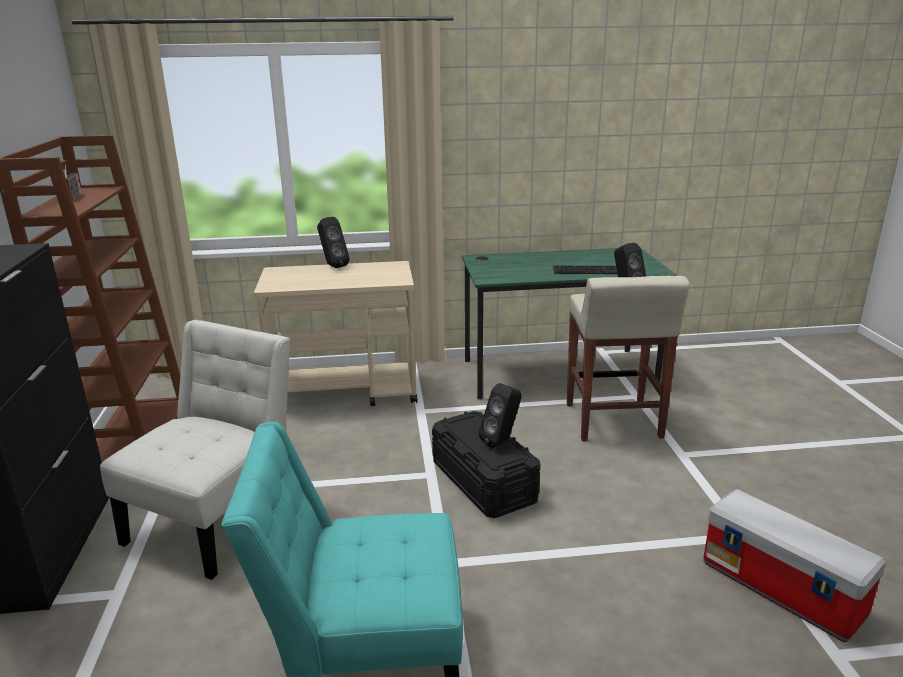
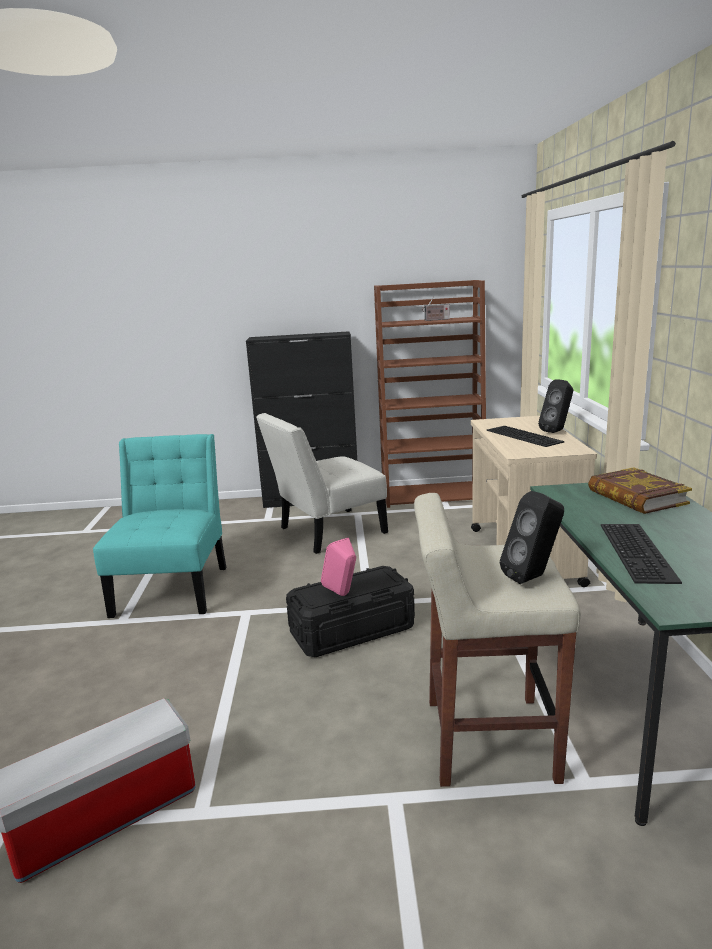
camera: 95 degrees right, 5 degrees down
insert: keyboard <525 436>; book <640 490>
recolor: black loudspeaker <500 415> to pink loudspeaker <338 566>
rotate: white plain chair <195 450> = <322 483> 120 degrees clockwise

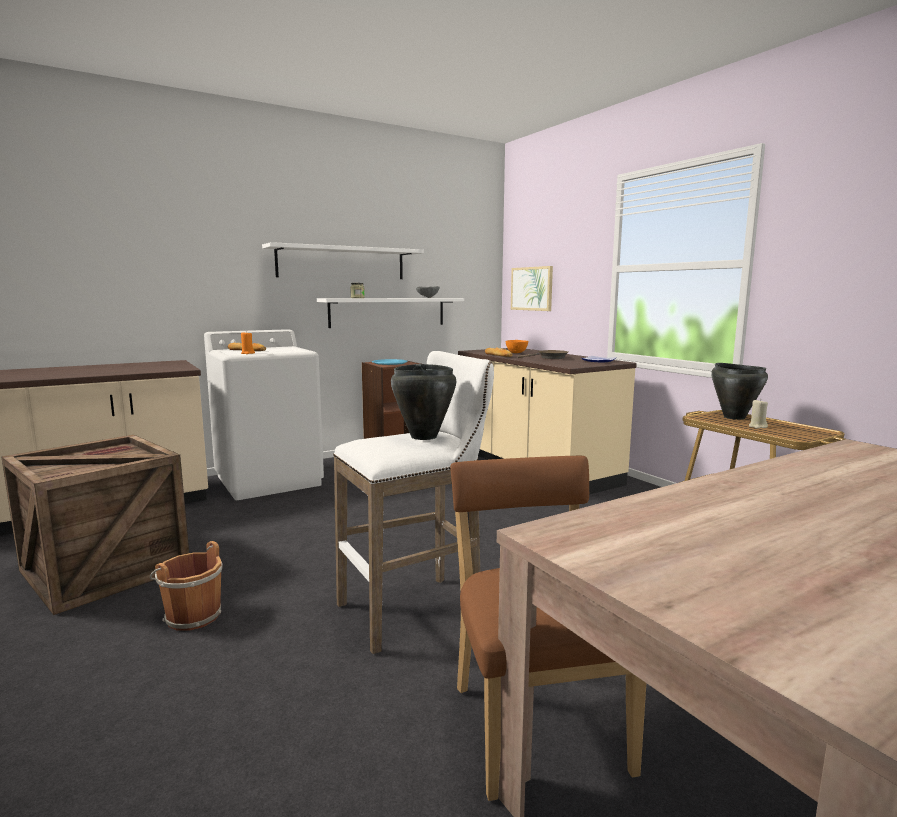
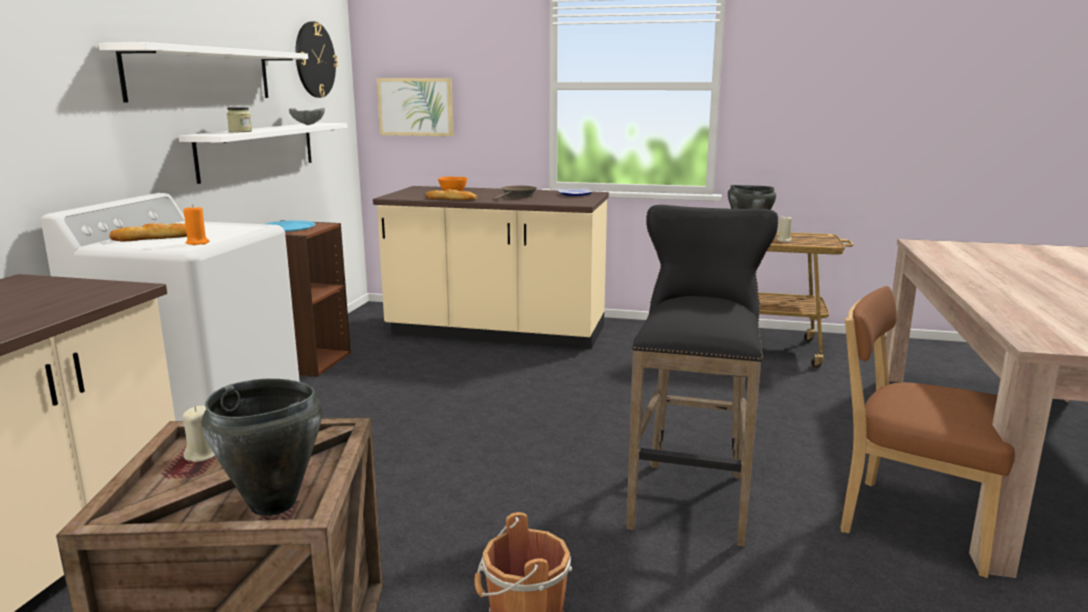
camera: 45 degrees left, 5 degrees up
insert: beige-coloured wax light <198 434>; hanging clock <316 59>
move: black saucepot <423 402> to <262 447>
recolor: white stool seat <413 502> to black stool seat <702 376>

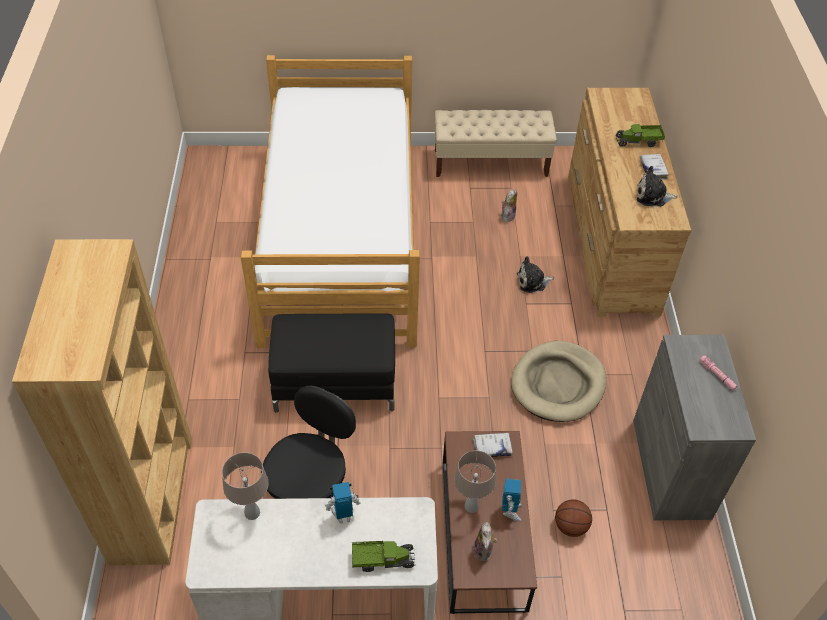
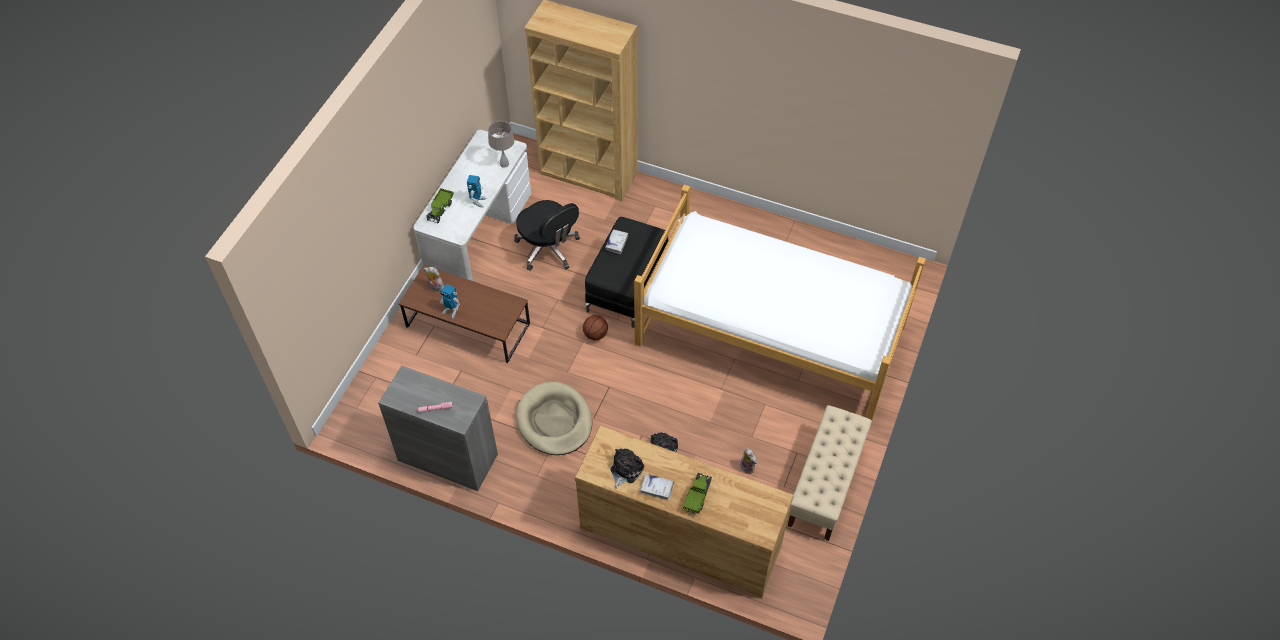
camera: 115 degrees right, 5 degrees up
delete: beige-coloured tabletop lamp <475 481>
move: white book <493 445> to <616 241>; basketball <573 518> to <595 328>

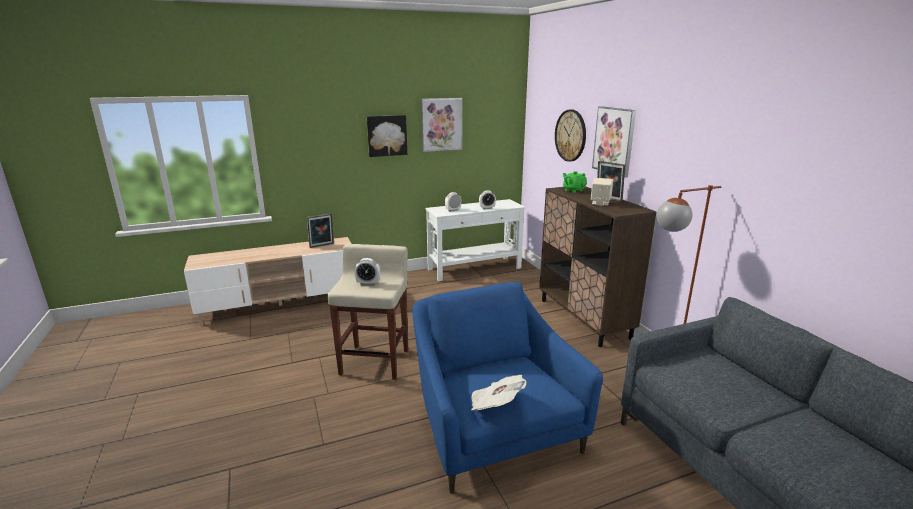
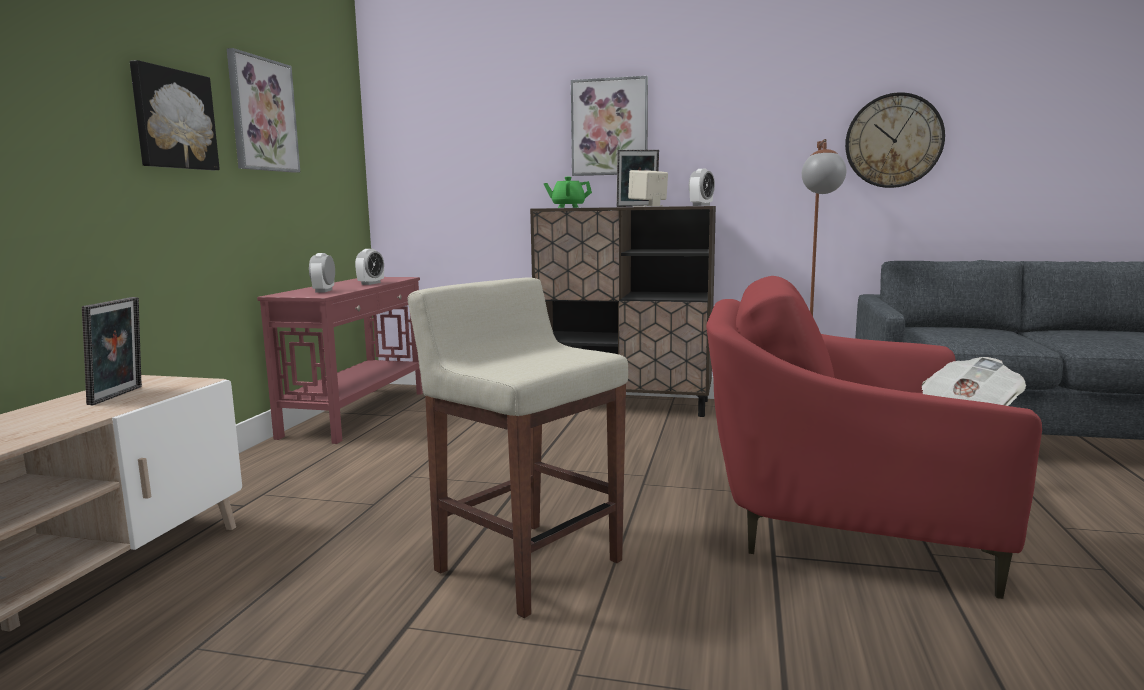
camera: 55 degrees left, 10 degrees down
move: table clock <367 271> to <702 187>; hanging clock <570 136> to <895 140>
recolor: bluish armchair <507 388> to reddish armchair <874 437>; white narrow table <475 240> to reddish narrow table <340 360>

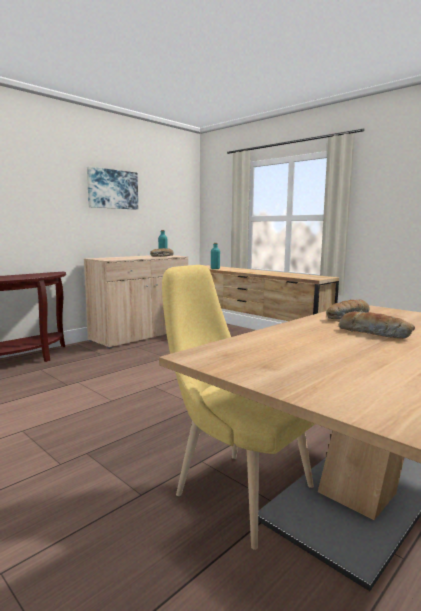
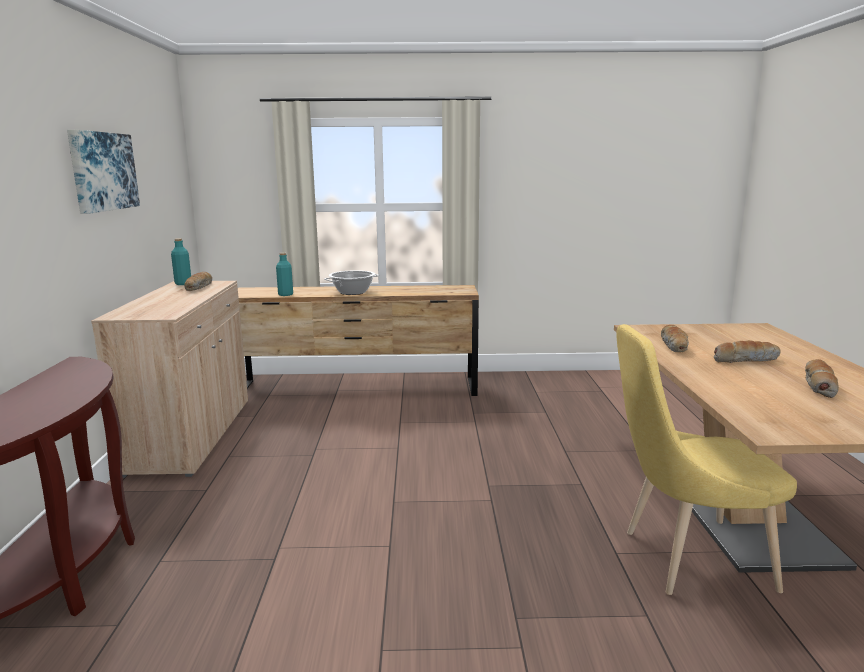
camera: 45 degrees left, 5 degrees up
insert: saucepot <351 282>; bakery bread <822 378>

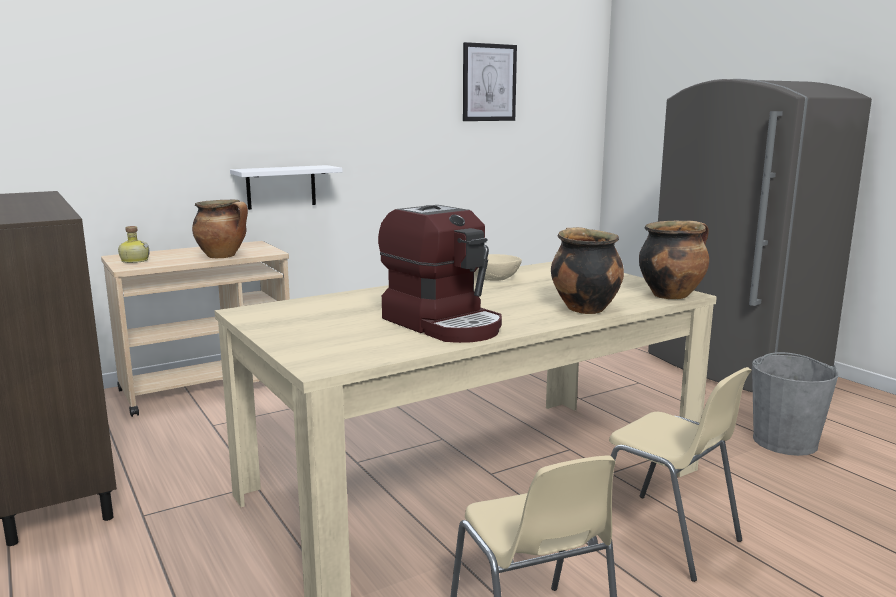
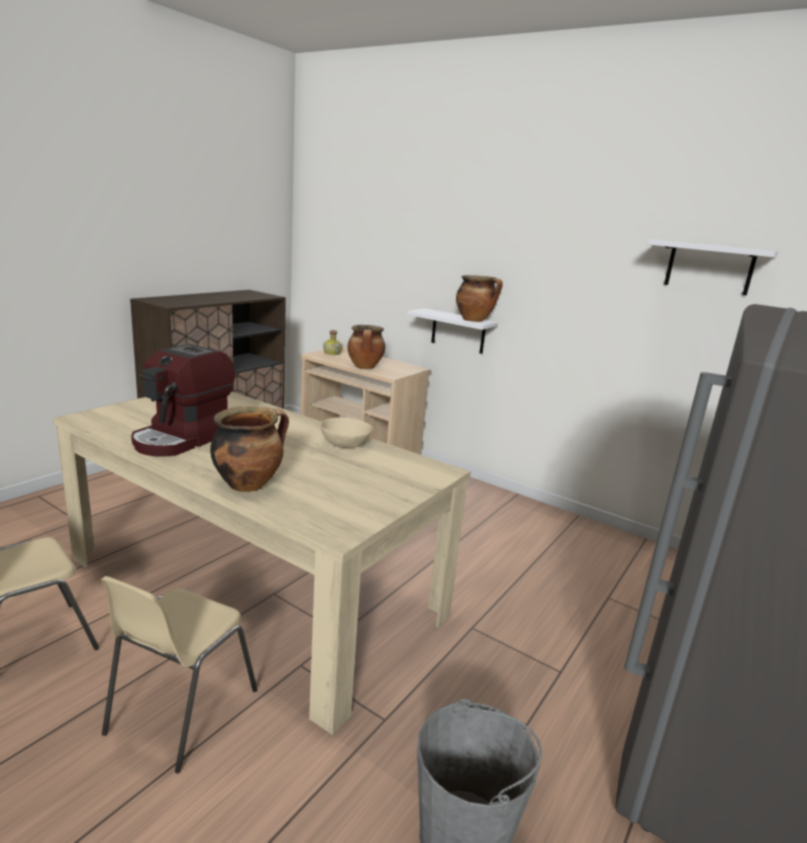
camera: 65 degrees right, 5 degrees up
move: saucepot <674 260> to <479 298>
replace: picture <490 81> to white bracket shelf <713 267>

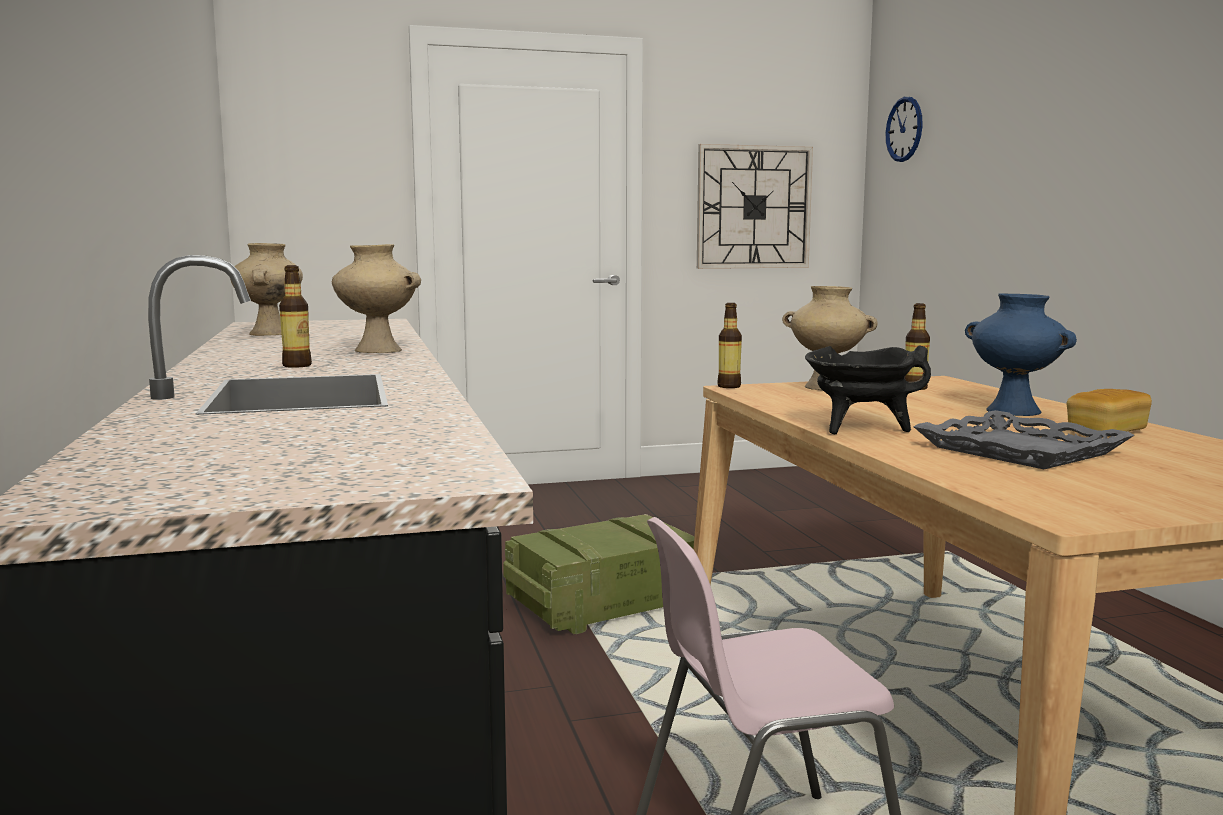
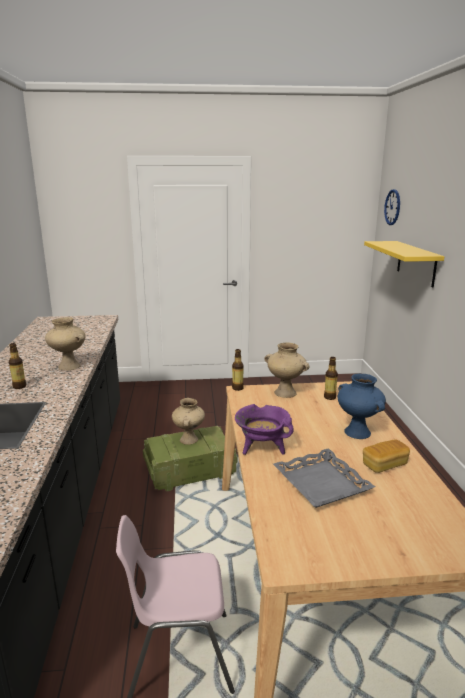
camera: 10 degrees right, 10 degrees up
delete: hanging clock <755 206>
insert: yellowish bracket shelf <404 264>
move: beige-coloured vase <266 289> to <188 421>
recolor: black saucepot <868 390> to purplish saucepot <264 429>

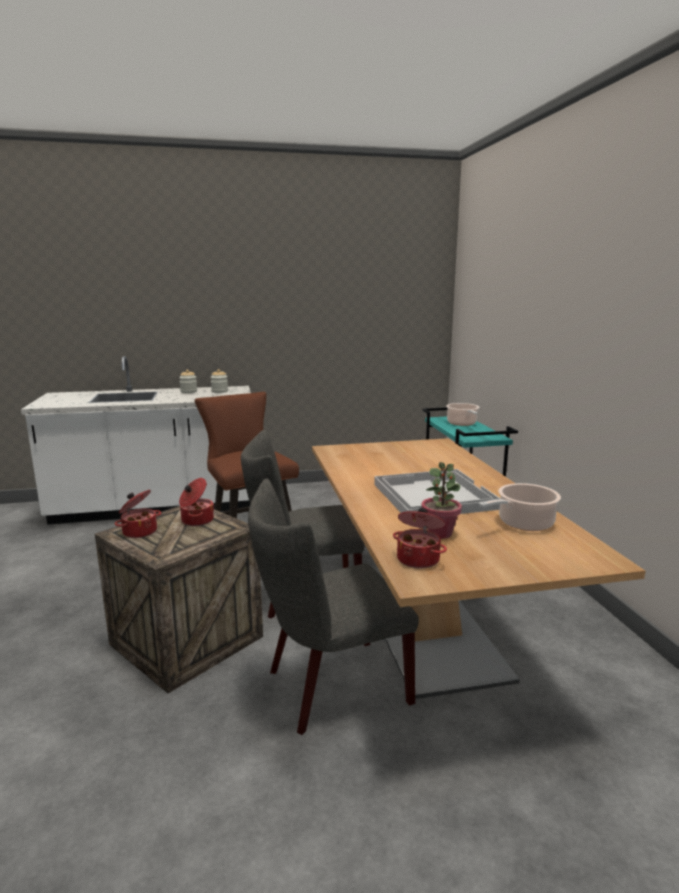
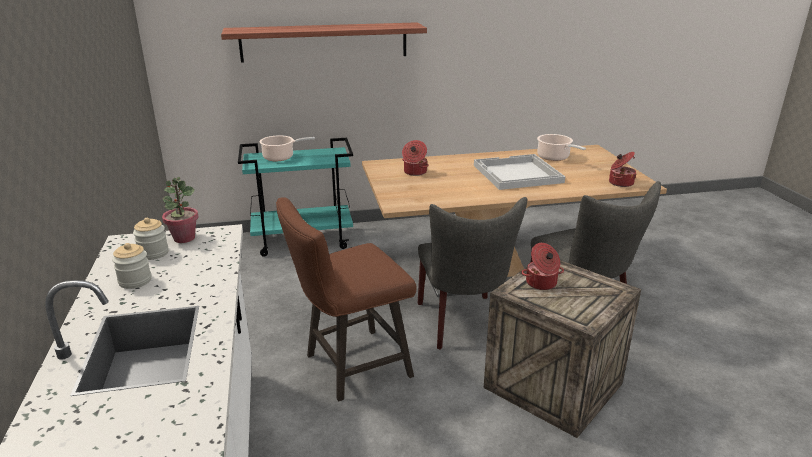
camera: 90 degrees left, 10 degrees up
insert: bracket shelf <324 42>
move: saucepot <138 514> to <415 158>; plant in a pot <441 500> to <180 210>

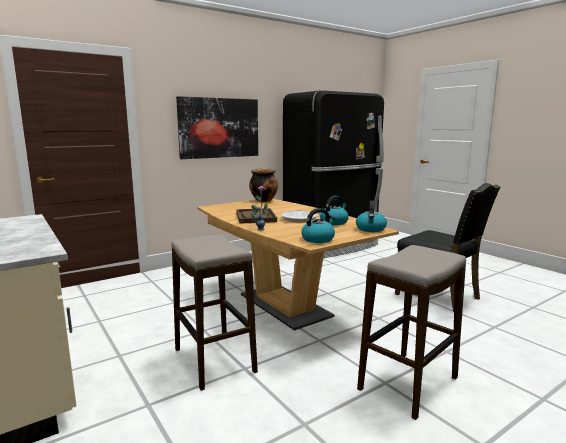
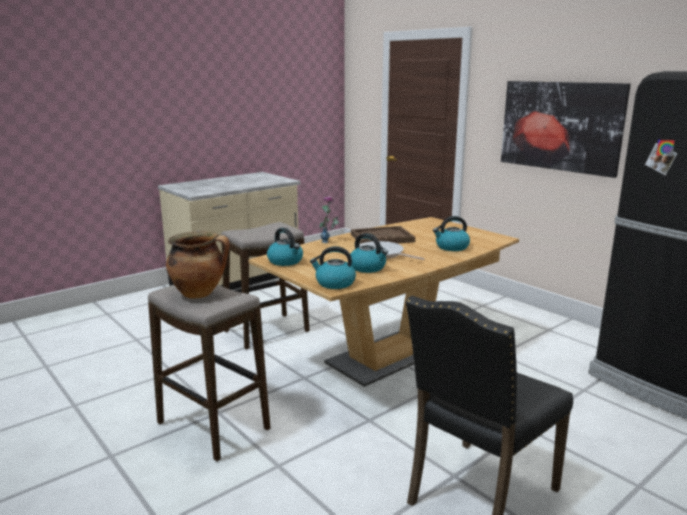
camera: 85 degrees right, 5 degrees up
insert: tea kettle <451 233>
move: saucepot <263 185> to <198 264>

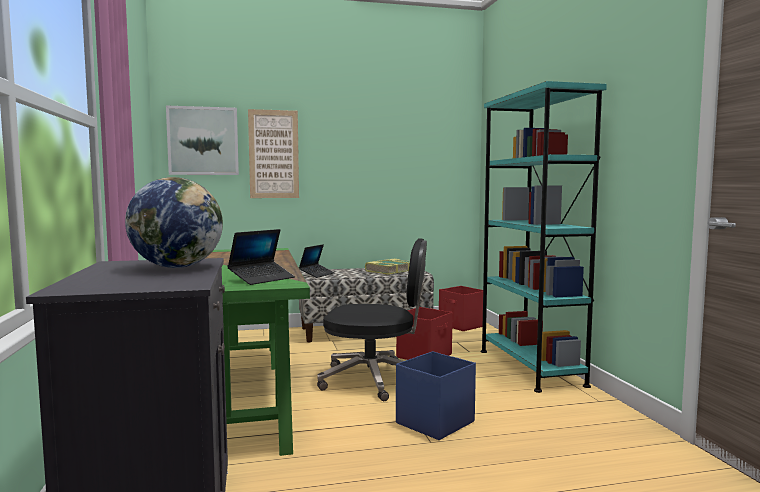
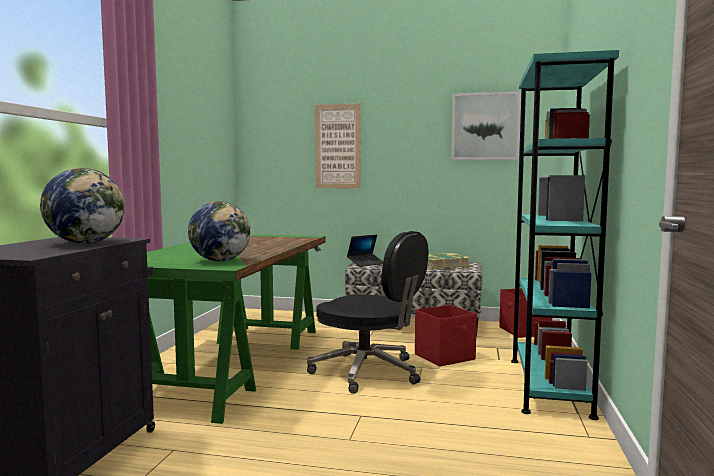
camera: 25 degrees right, 0 degrees up
delete: bluish storage container <436 395>
move: picture <202 140> to <486 125>
replace: notebook computer <261 257> to globe <219 231>

